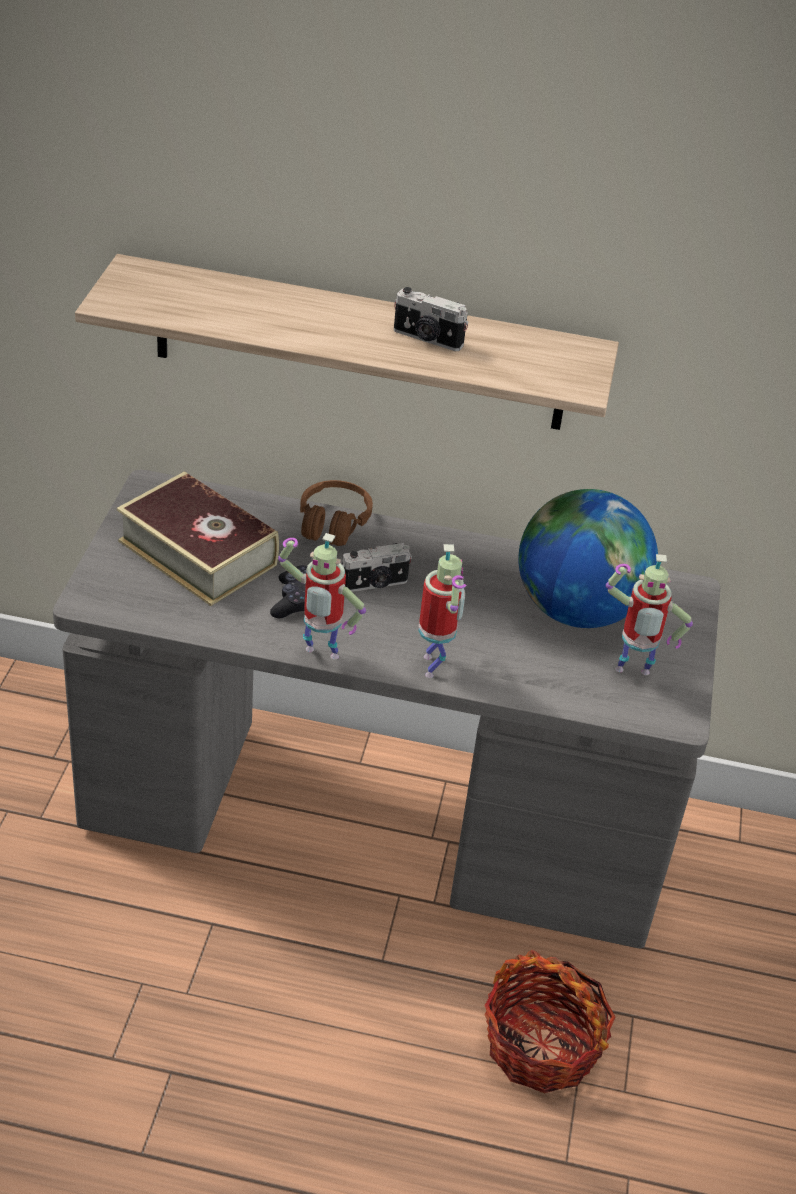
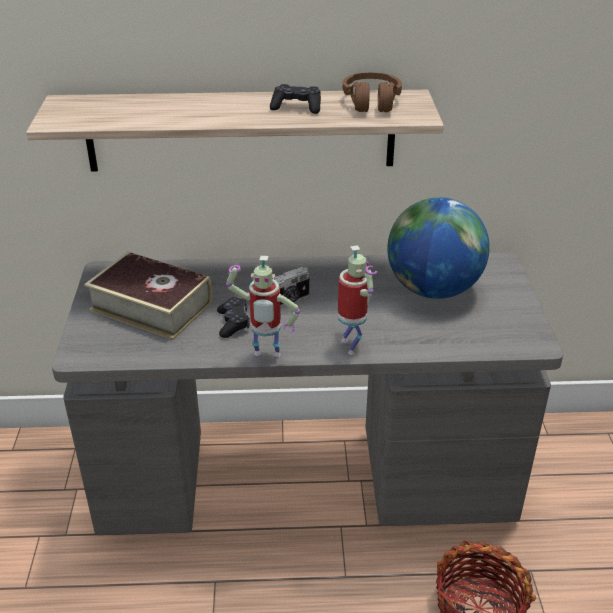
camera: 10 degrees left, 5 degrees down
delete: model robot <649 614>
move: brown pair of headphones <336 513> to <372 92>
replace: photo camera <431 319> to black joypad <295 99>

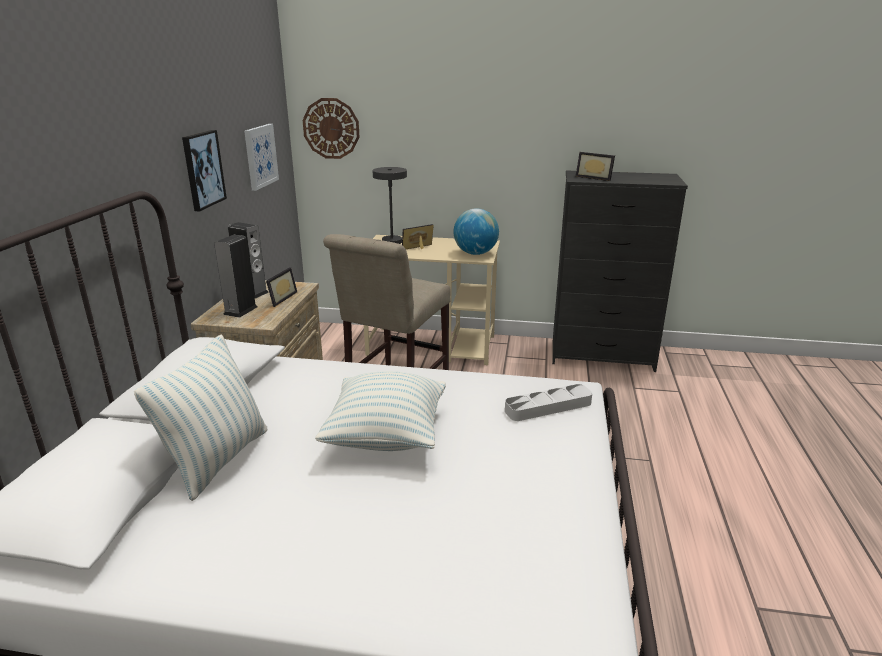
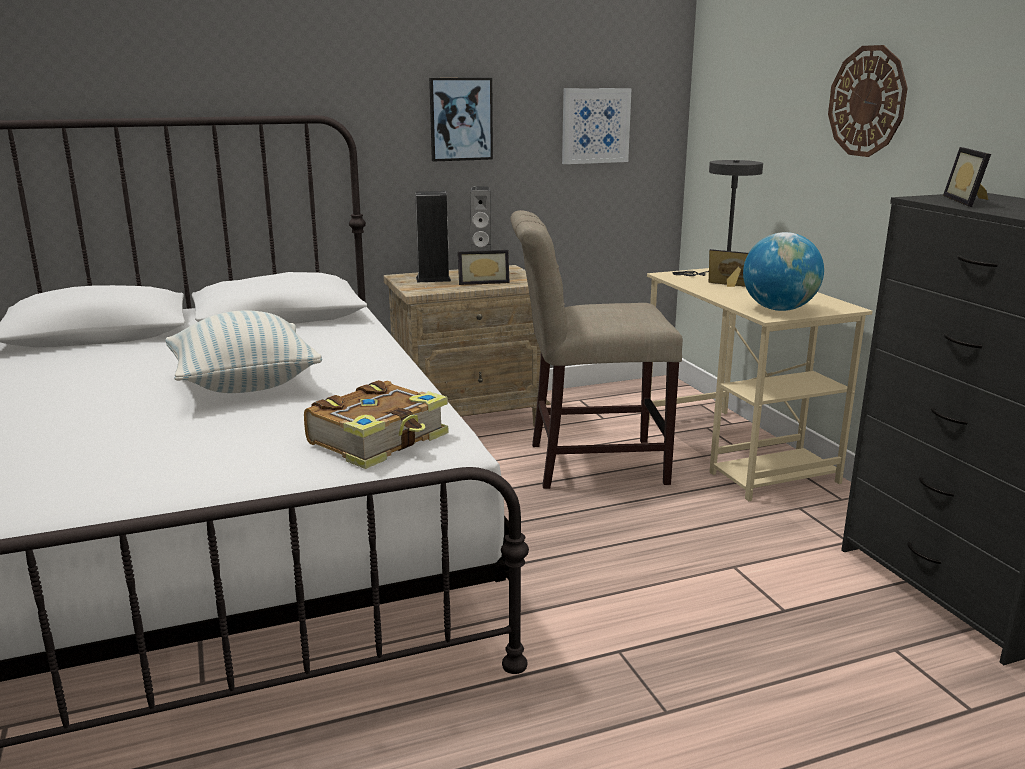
camera: 60 degrees right, 5 degrees down
delete: cushion <200 417>
move: hanging clock <331 128> to <868 101>
replace: gray serving tray <548 402> to book <376 424>

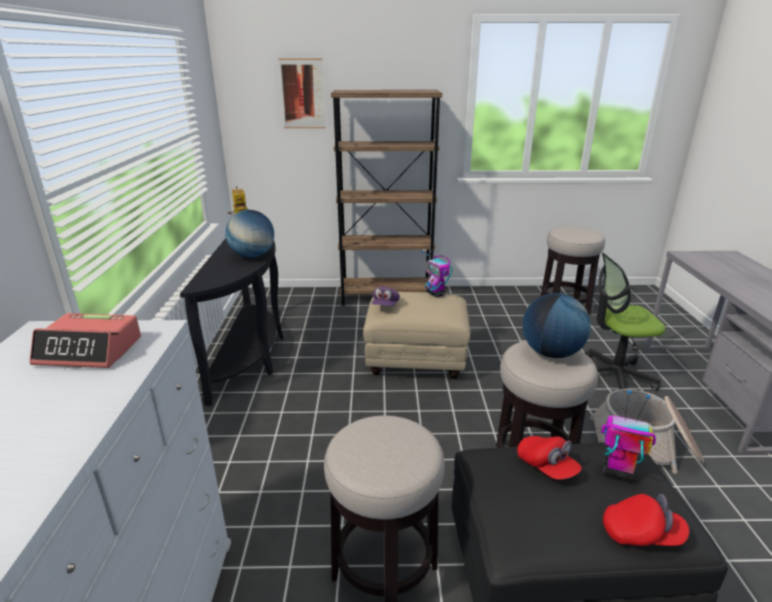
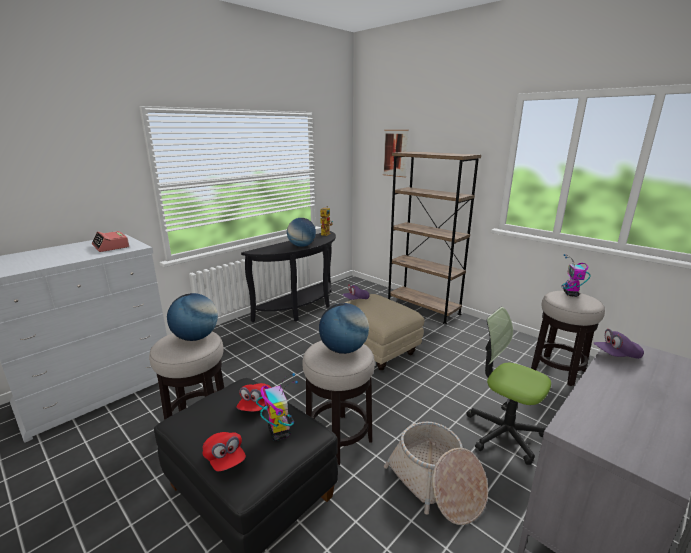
camera: 45 degrees right, 5 degrees down
insert: globe <192 317>; purplish cap <619 344>
move: model robot <436 274> to <576 275>

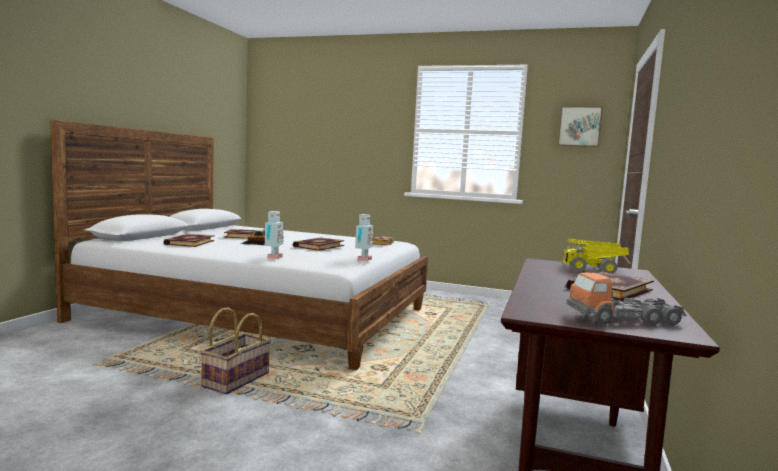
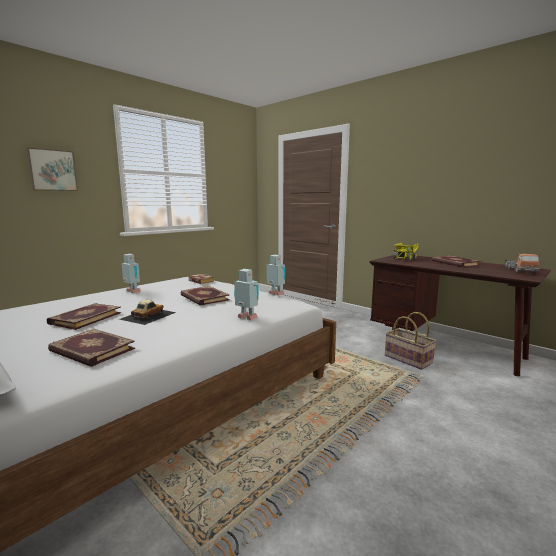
camera: 65 degrees left, 5 degrees up
insert: model robot <131 273>
move: storage basket <235 350> to <410 341>; picture <580 126> to <52 169>

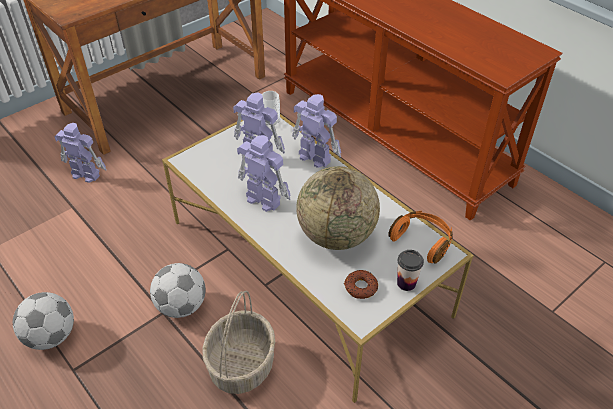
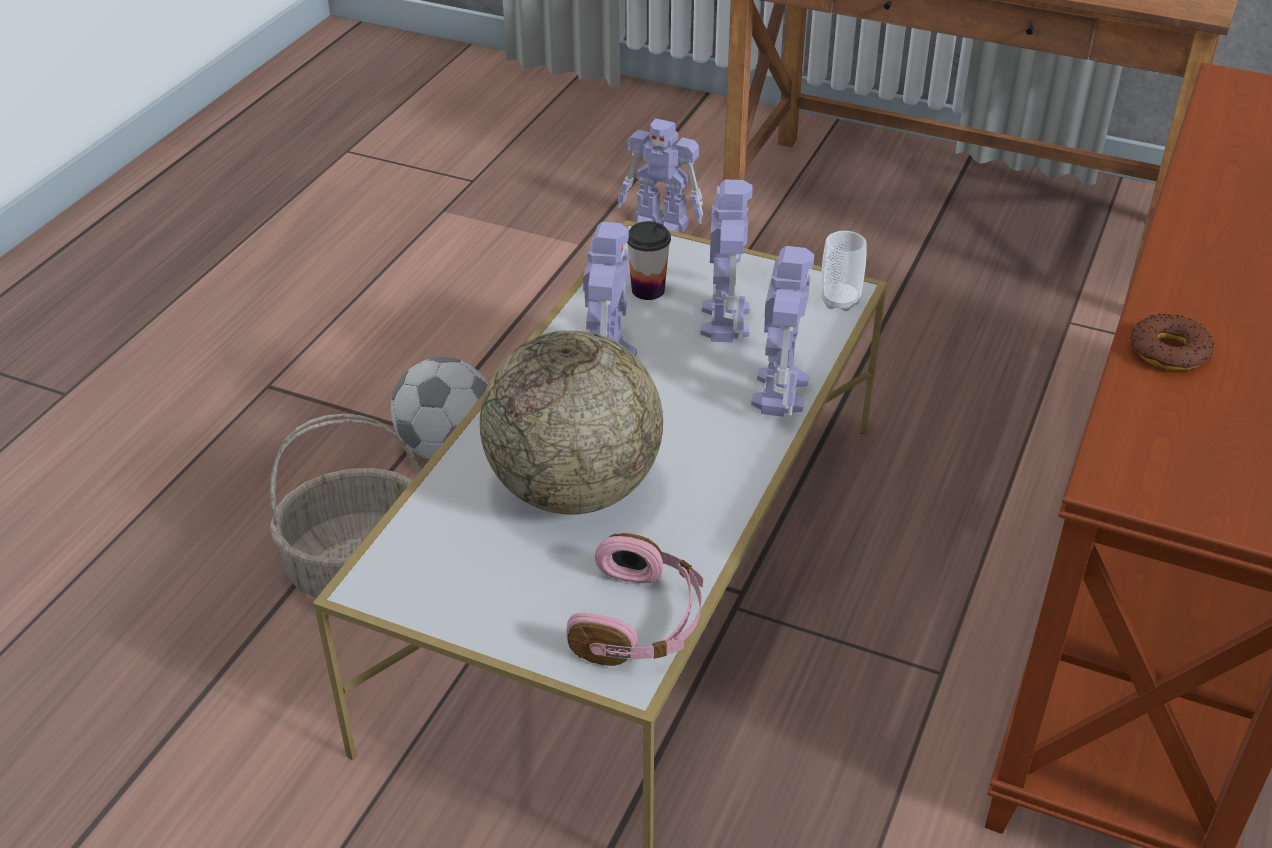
camera: 65 degrees right, 5 degrees down
delete: football ball <43 321>
move: donut <361 284> to <1172 342>; small cup <410 270> to <649 260>
recolor: orange-coloured pair of headphones <420 237> to pink pair of headphones <635 599>
rotate: model robot <81 153> = <660 176> 120 degrees clockwise

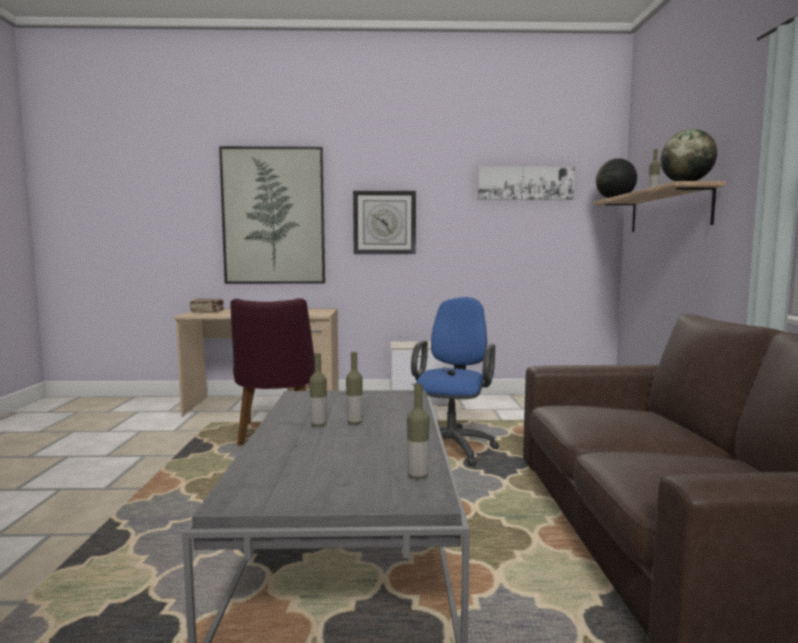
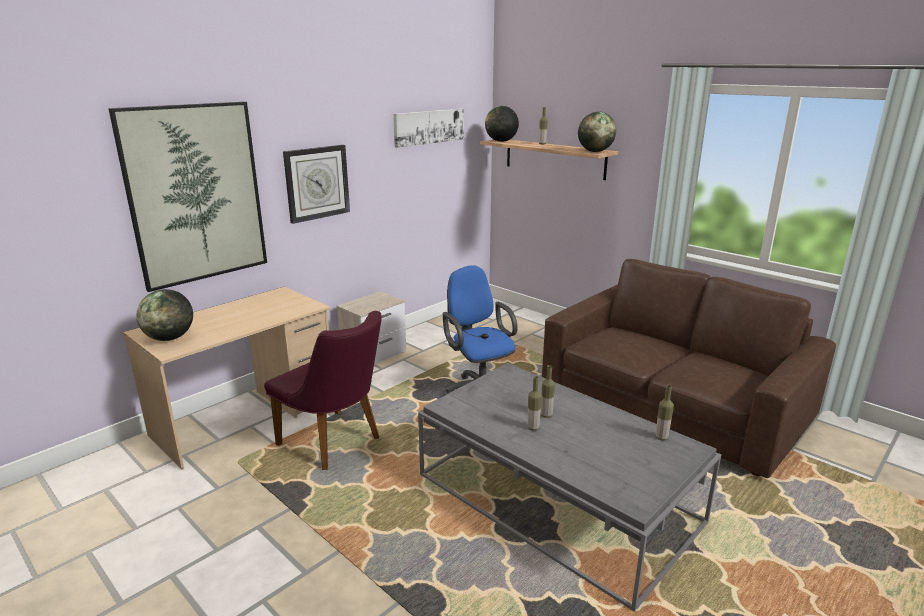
camera: 45 degrees left, 15 degrees up
replace: brown book <206 305> to globe <164 315>

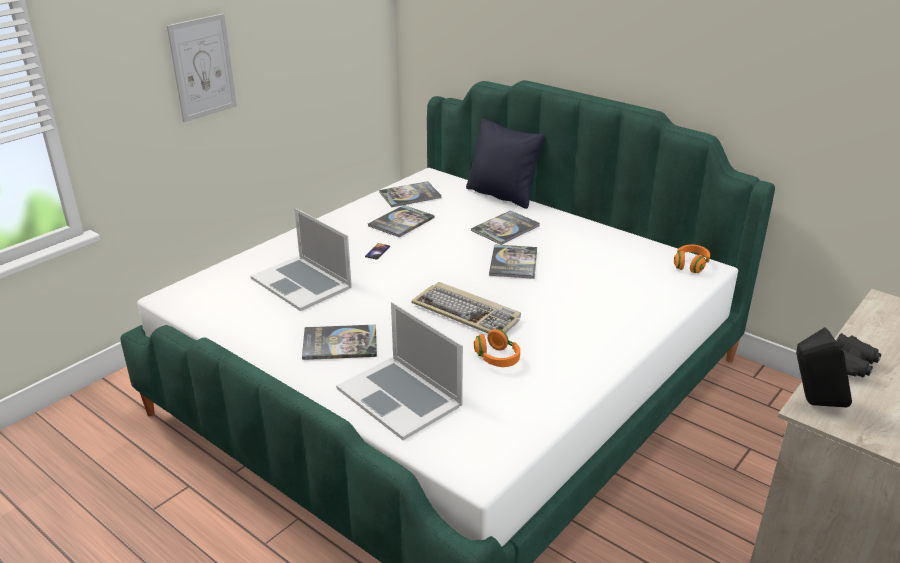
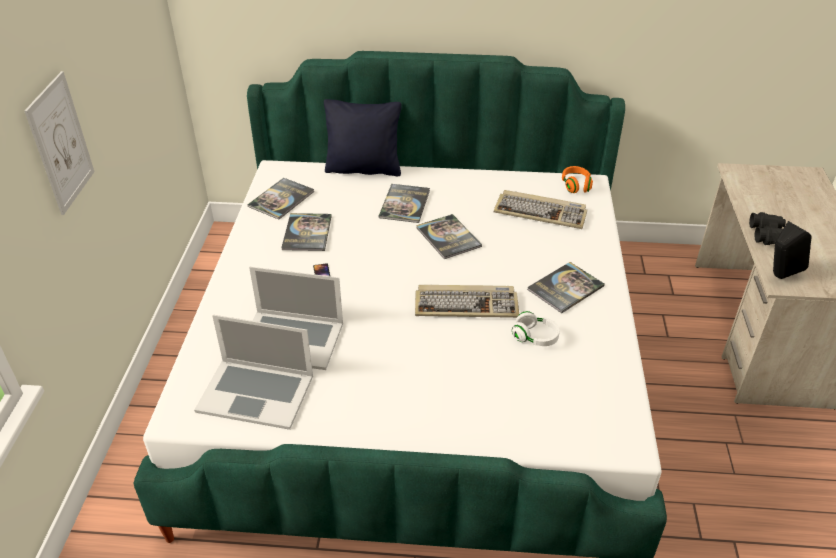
camera: 35 degrees left, 10 degrees up
insert: keyboard <540 209>
move: book <339 342> to <566 287>; notebook computer <399 371> to <253 372>
recolor: orange-coloured pair of headphones <497 348> to white pair of headphones <536 328>

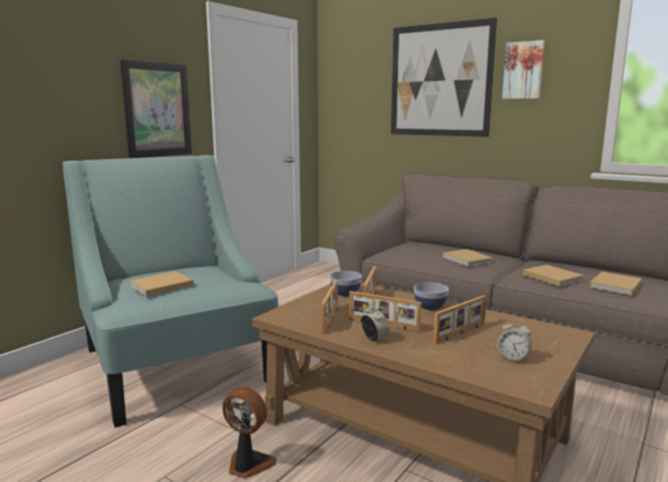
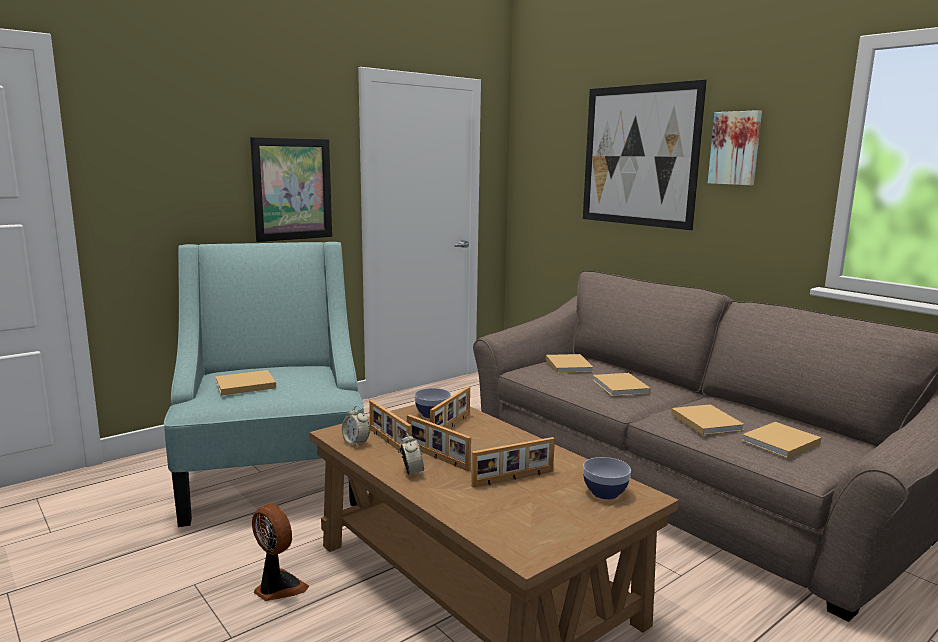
camera: 15 degrees right, 0 degrees up
insert: beige-coloured book <569 363>
move: bowl <431 296> to <607 478>; table clock <514 340> to <356 426>
rotate: photo frame <329 307> = <390 426> 120 degrees clockwise

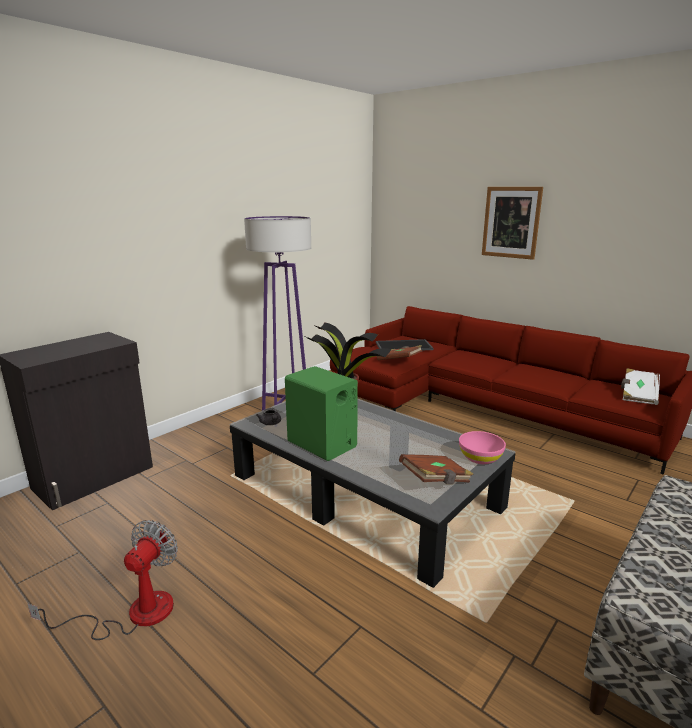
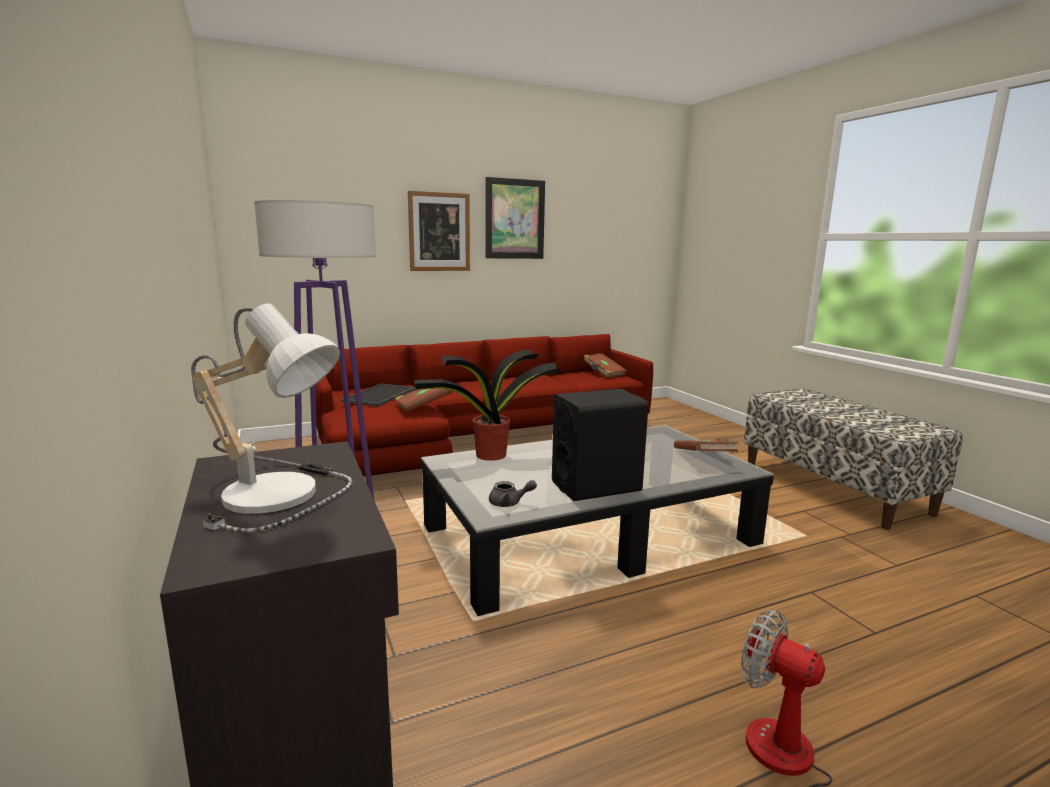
camera: 65 degrees left, 5 degrees down
delete: pink bowl <482 447>
insert: tabletop lamp <271 418>; picture <515 218>
recolor: greenish loudspeaker <321 413> to black loudspeaker <600 445>; white book <640 386> to brown book <605 365>

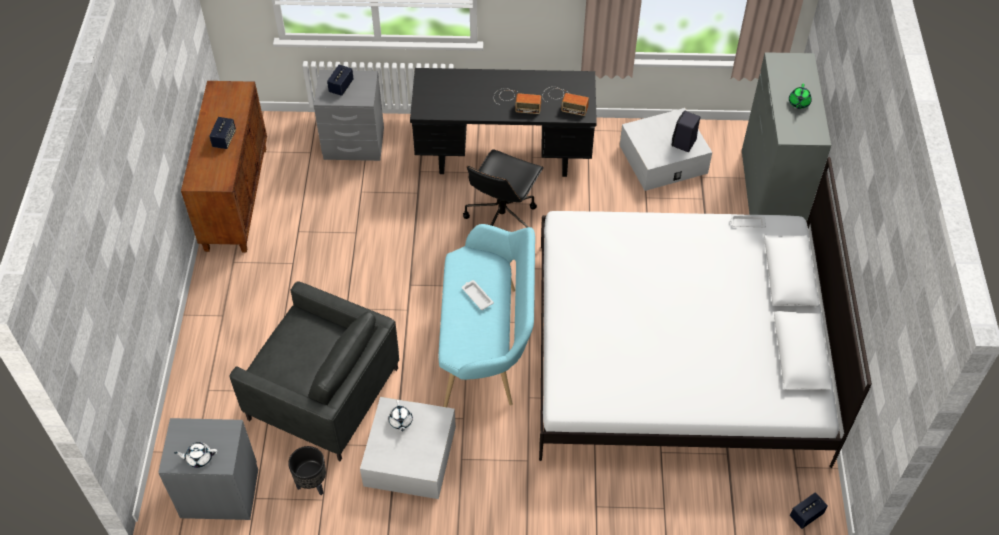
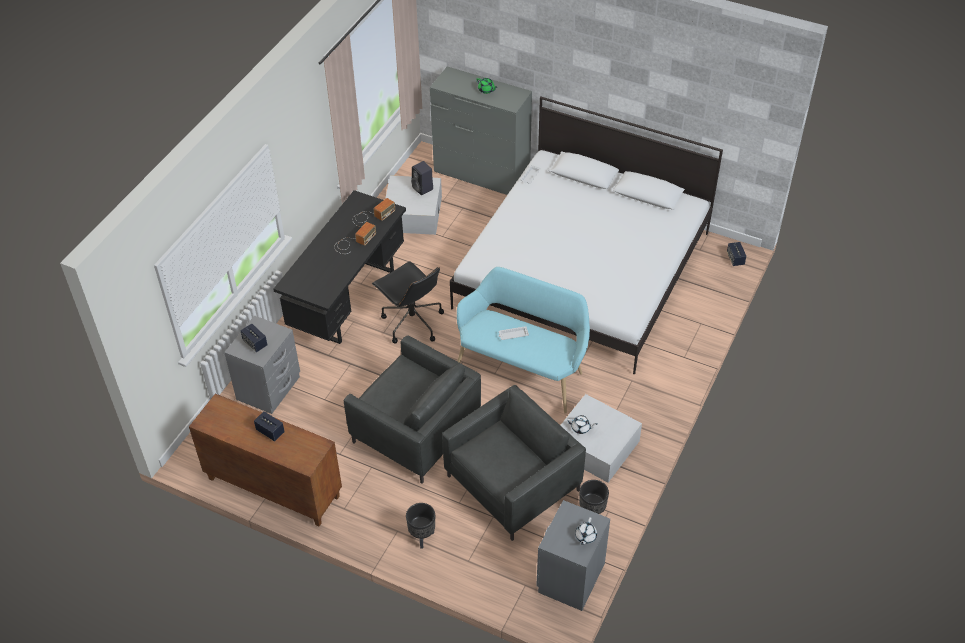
camera: 65 degrees left, 5 degrees down
insert: gray armchair <412 409>; black plant pot <420 525>

